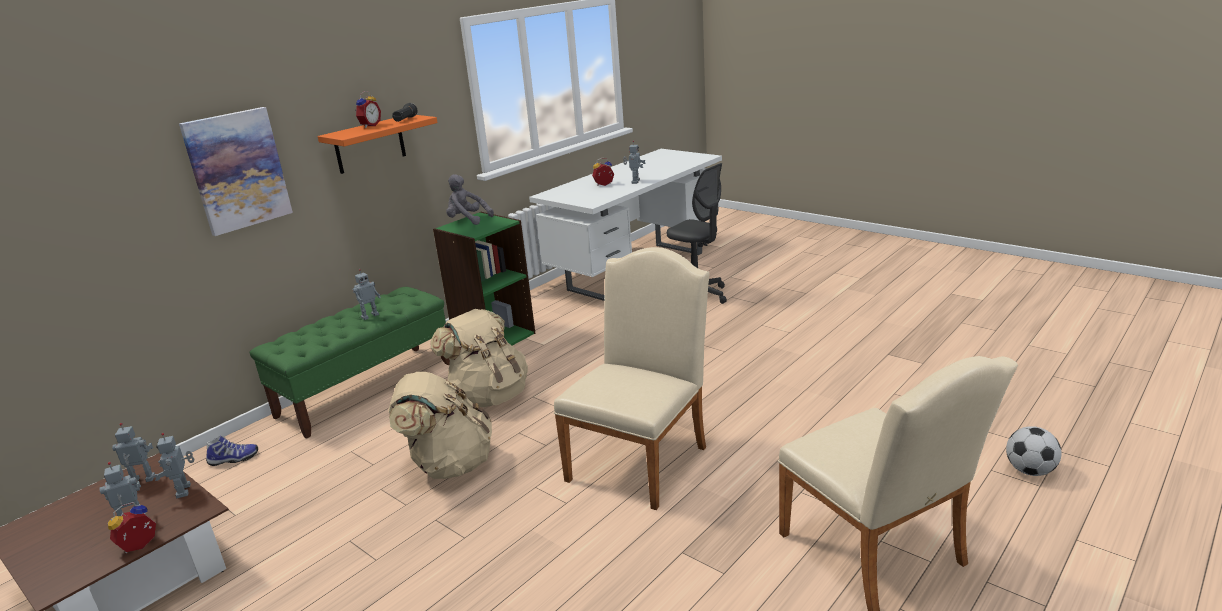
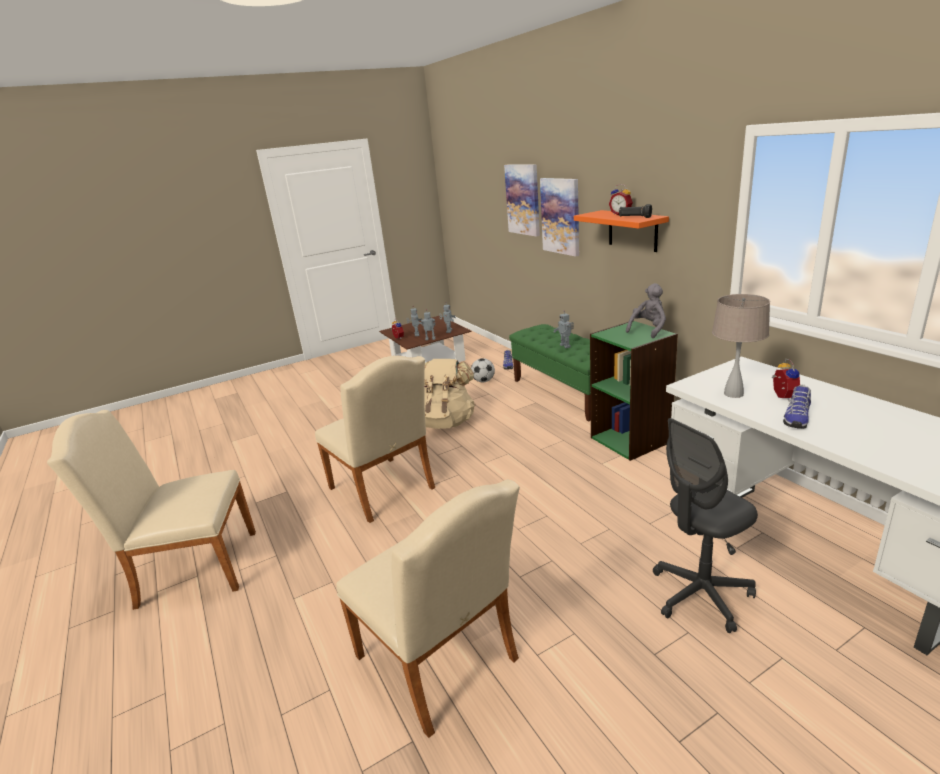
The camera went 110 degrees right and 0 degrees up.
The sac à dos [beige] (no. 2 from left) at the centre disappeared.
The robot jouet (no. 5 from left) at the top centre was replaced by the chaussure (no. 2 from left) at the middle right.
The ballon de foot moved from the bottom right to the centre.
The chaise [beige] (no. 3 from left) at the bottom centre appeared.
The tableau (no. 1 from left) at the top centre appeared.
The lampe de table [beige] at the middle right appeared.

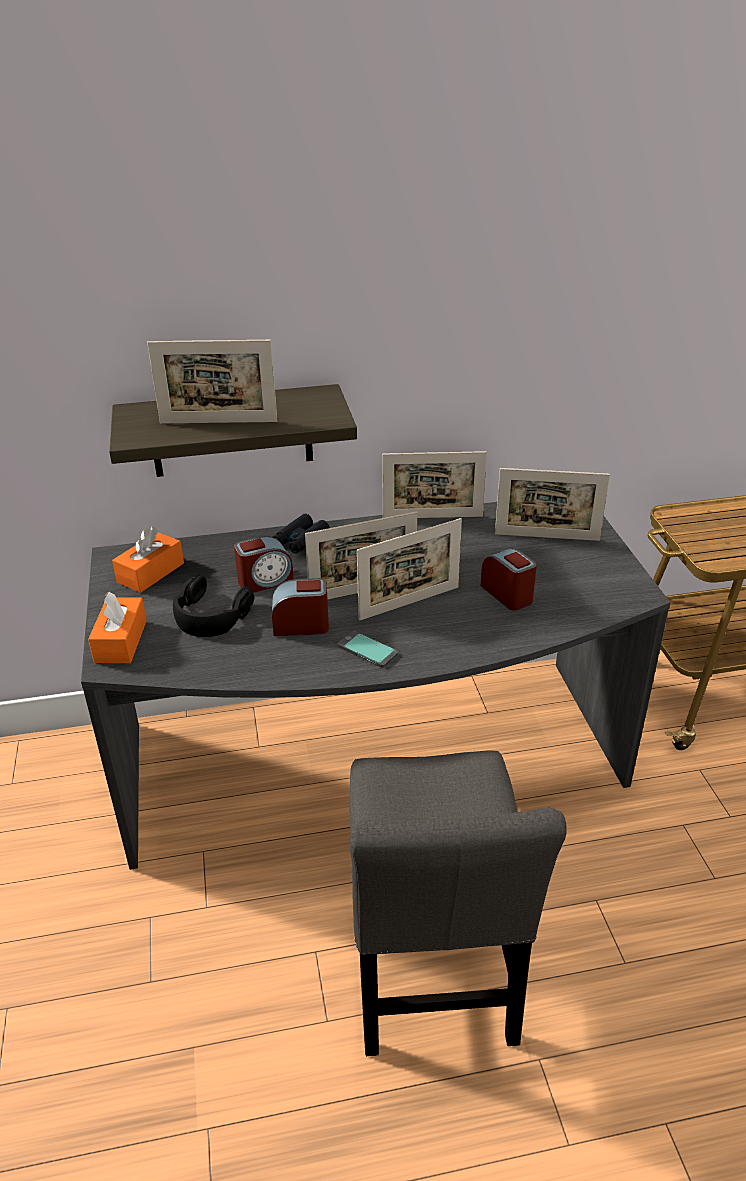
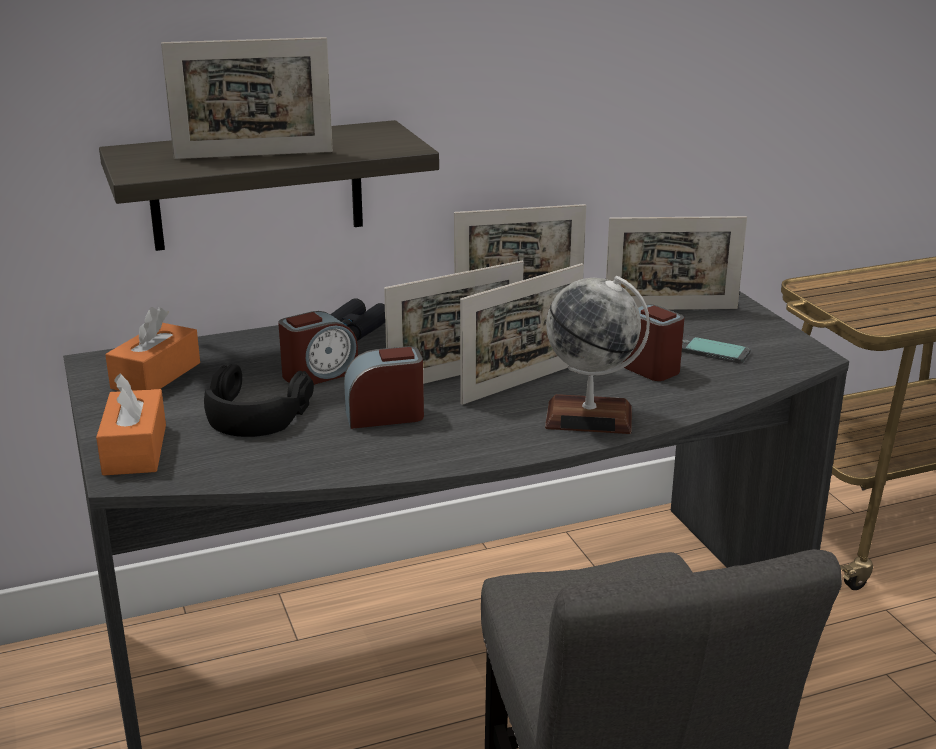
The camera went 10 degrees left and 10 degrees down.
The téléphone moved from the centre to the middle right.
The globe at the centre appeared.

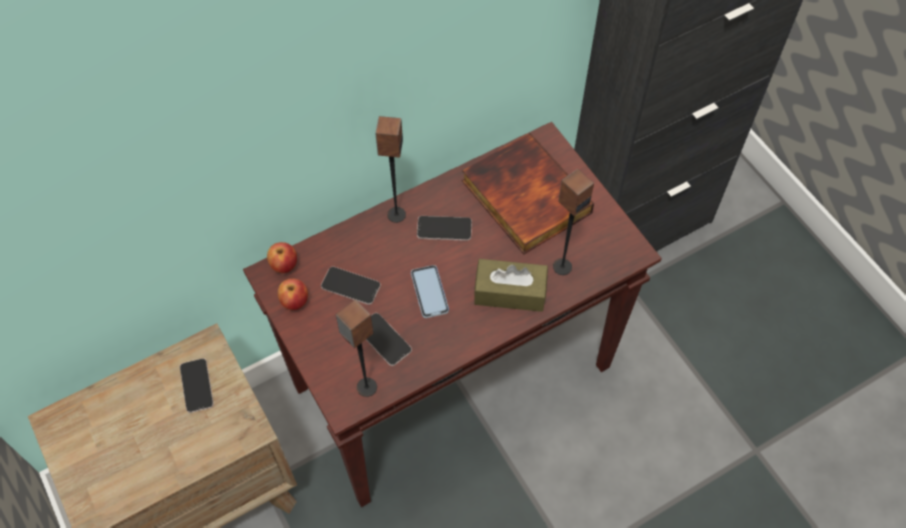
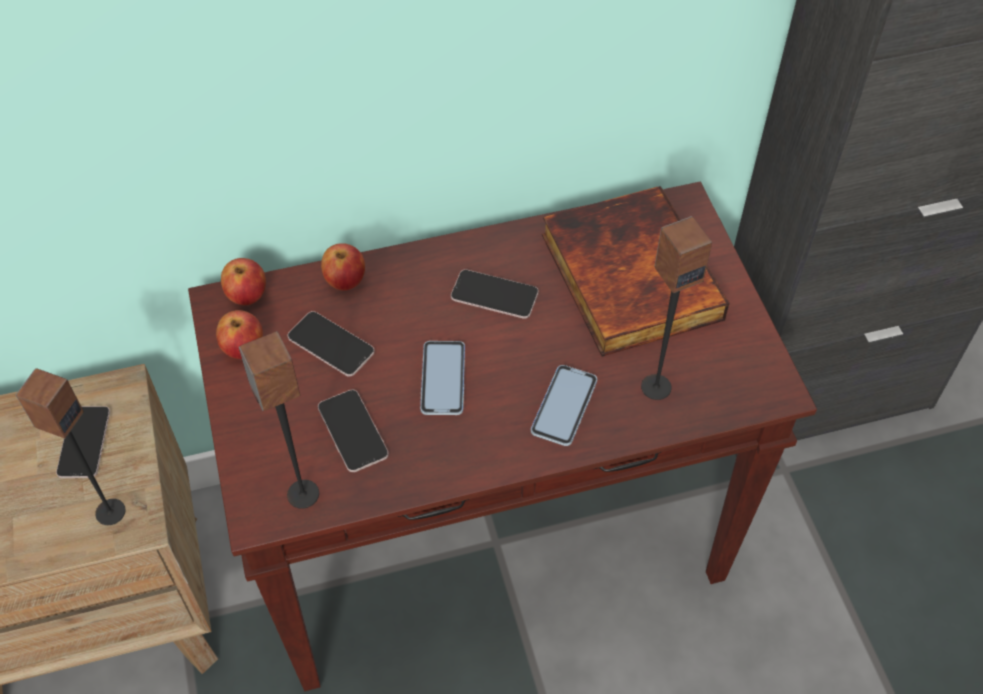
The camera went 15 degrees right and 5 degrees down.
The enceinte (no. 2 from left in the first image) moved from the top centre to the middle left.
The boîte à mouchoirs [marron] at the centre was replaced by the téléphone (no. 6 from left) at the centre.
The pomme (no. 3 from left) at the centre appeared.

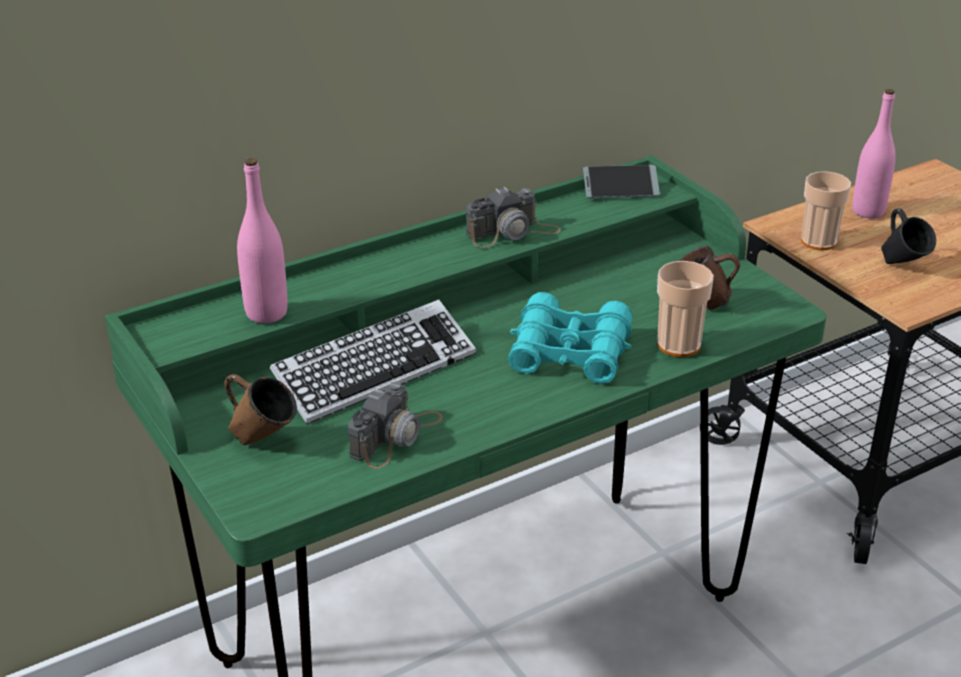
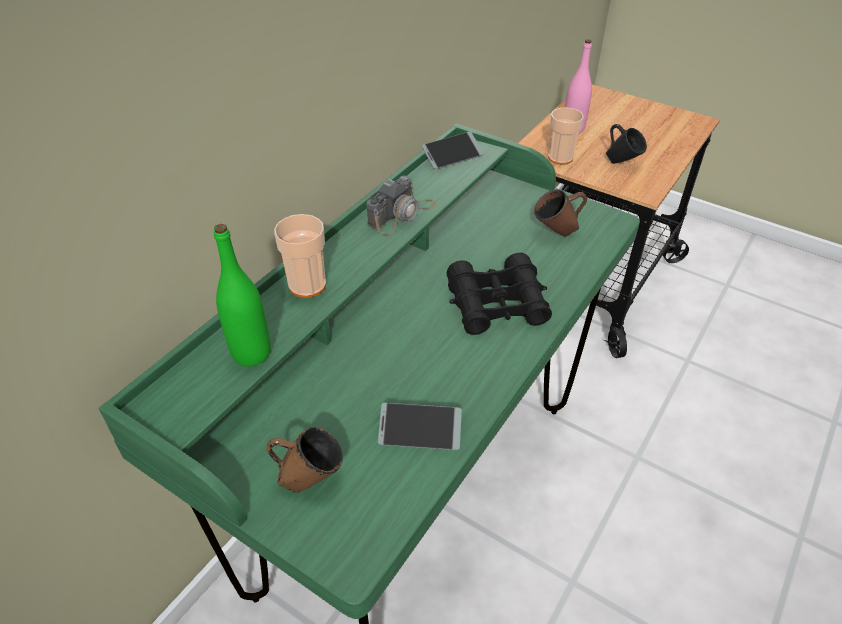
The camera went 25 degrees left and 10 degrees up.
The bouteille [rose] (no. 1 from left) at the middle left became the bouteille [vert] at the middle left.
The clavier at the centre disappeared.
The appareil photo (no. 1 from left) at the centre was replaced by the téléphone (no. 1 from left) at the bottom centre.
The jumelles [turquoise] at the centre became the jumelles [noir] at the centre.
The tasse (no. 1 from left) moved from the middle right to the centre.

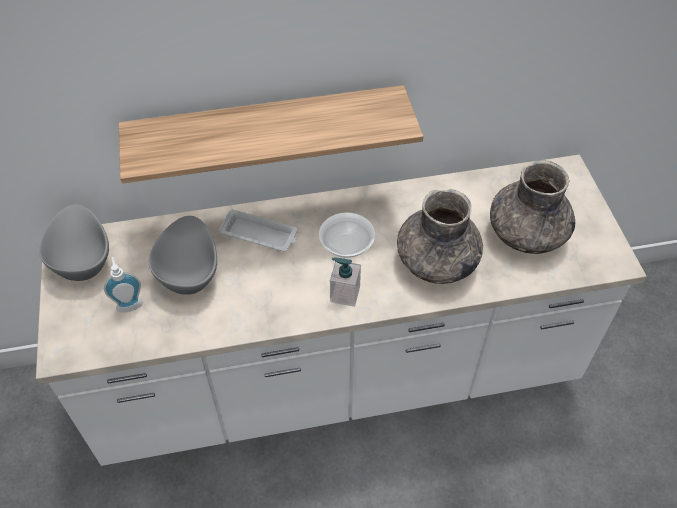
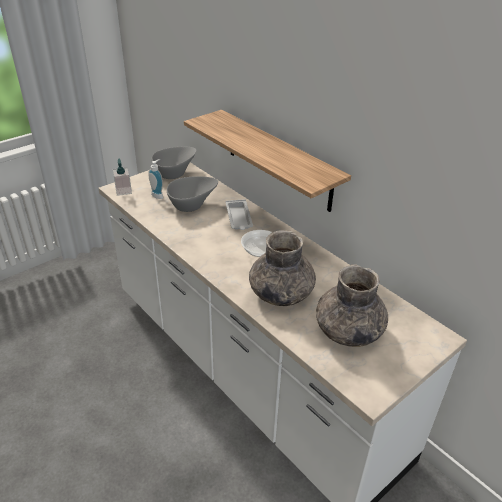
The camera went 60 degrees right and 15 degrees down.
The distributeur de savon (no. 2 from left in the first image) moved from the centre to the middle left.

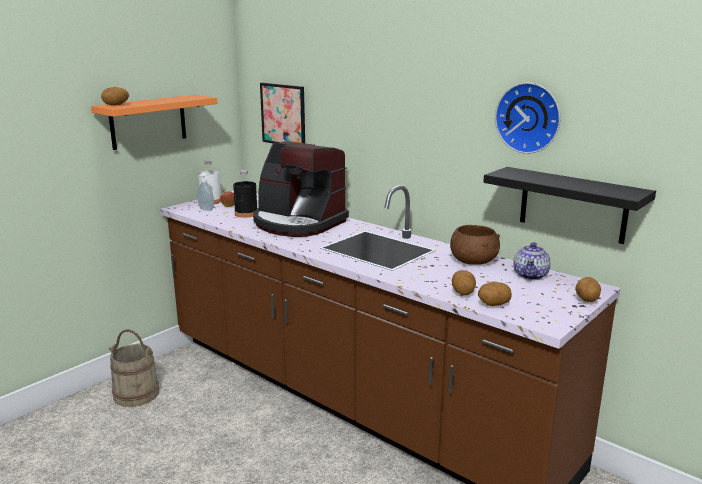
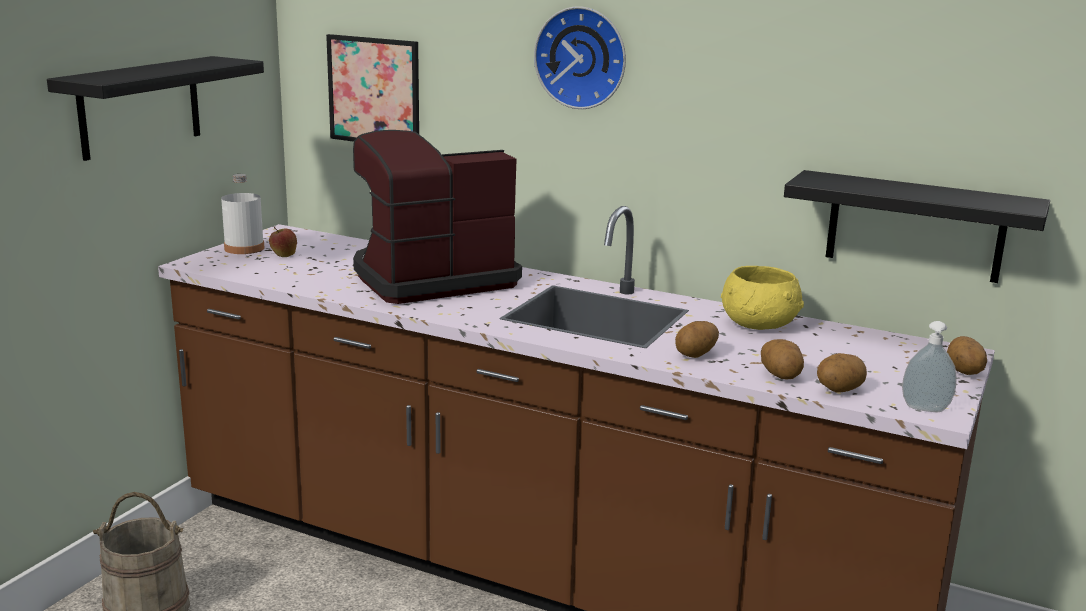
The camera went 15 degrees left and 0 degrees up.
The étagère [orange] at the top left became the étagère [noir] (no. 1 from left) at the top left.
The pomme de terre (no. 1 from left) moved from the top left to the centre.
The distributeur de savon moved from the middle left to the middle right.
The bouteille [noir] at the centre disappeared.
The machine à café at the centre turned 135 degrees clockwise.
The bol [marron] at the middle right became the bol [jaune] at the middle right.
The horloge murale moved from the top right to the top centre.
The théière at the middle right disappeared.

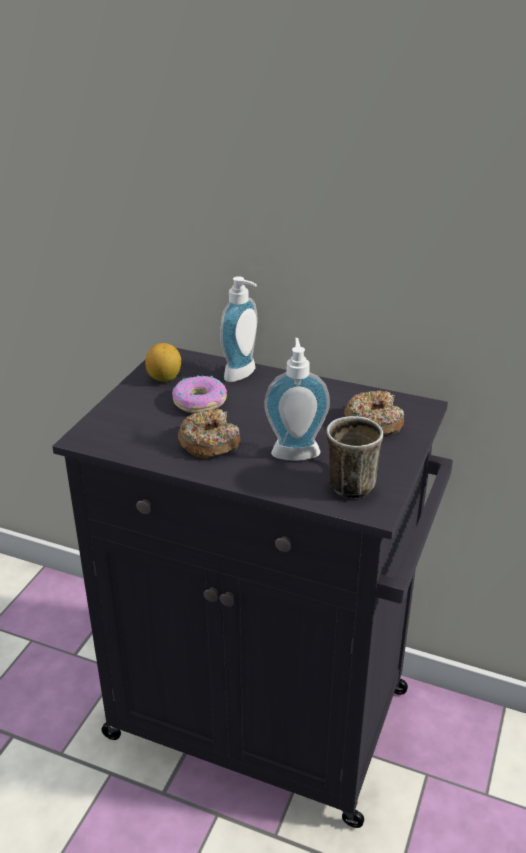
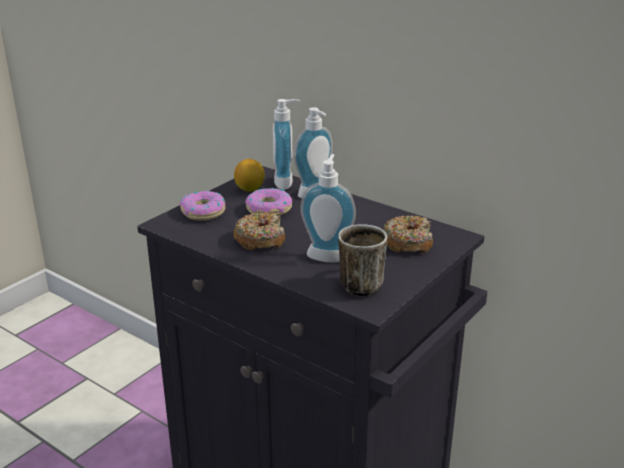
The camera went 15 degrees right and 5 degrees down.
The beignet (no. 1 from left) at the middle left appeared.
The distributeur de savon (no. 1 from left) at the top centre appeared.

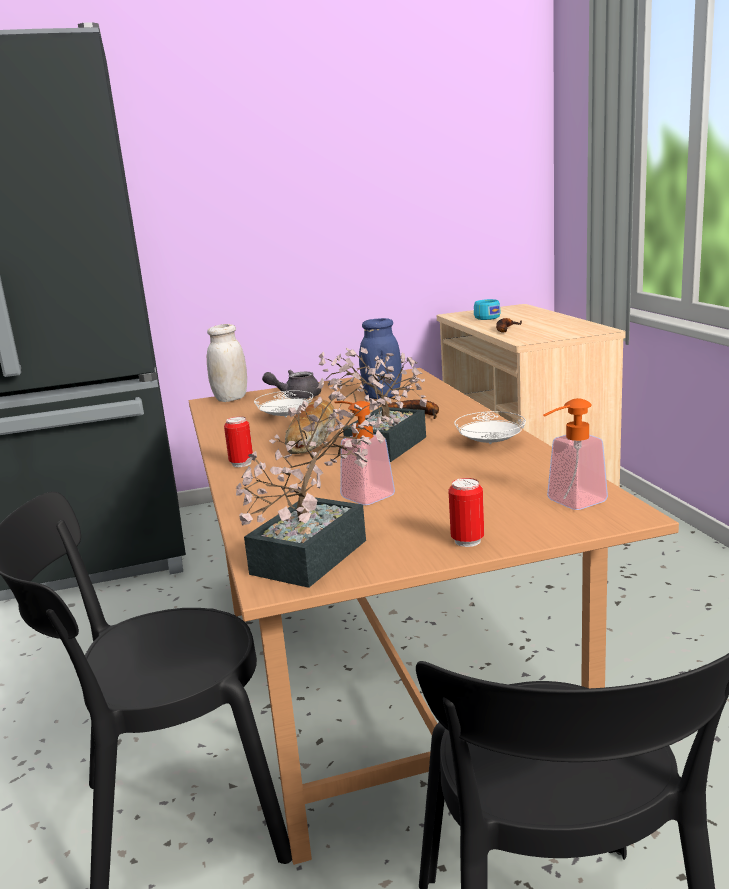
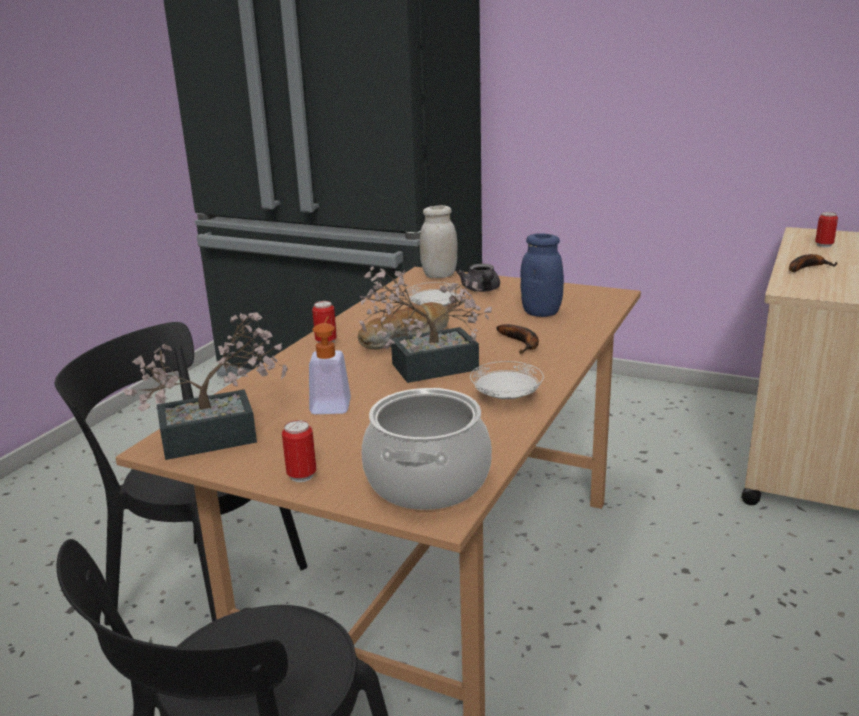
The camera went 40 degrees right and 5 degrees up.
The théière [gris] at the centre turned 120 degrees counterclockwise.
The tasse [turquoise] at the middle right was replaced by the boîte métallique (no. 3 from left) at the top right.
The distributeur de savon (no. 2 from left) at the middle right was replaced by the marmite at the centre.

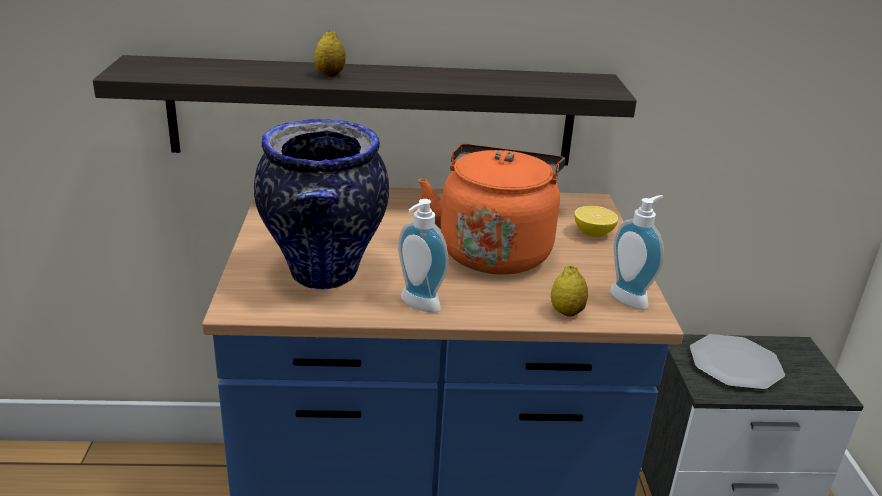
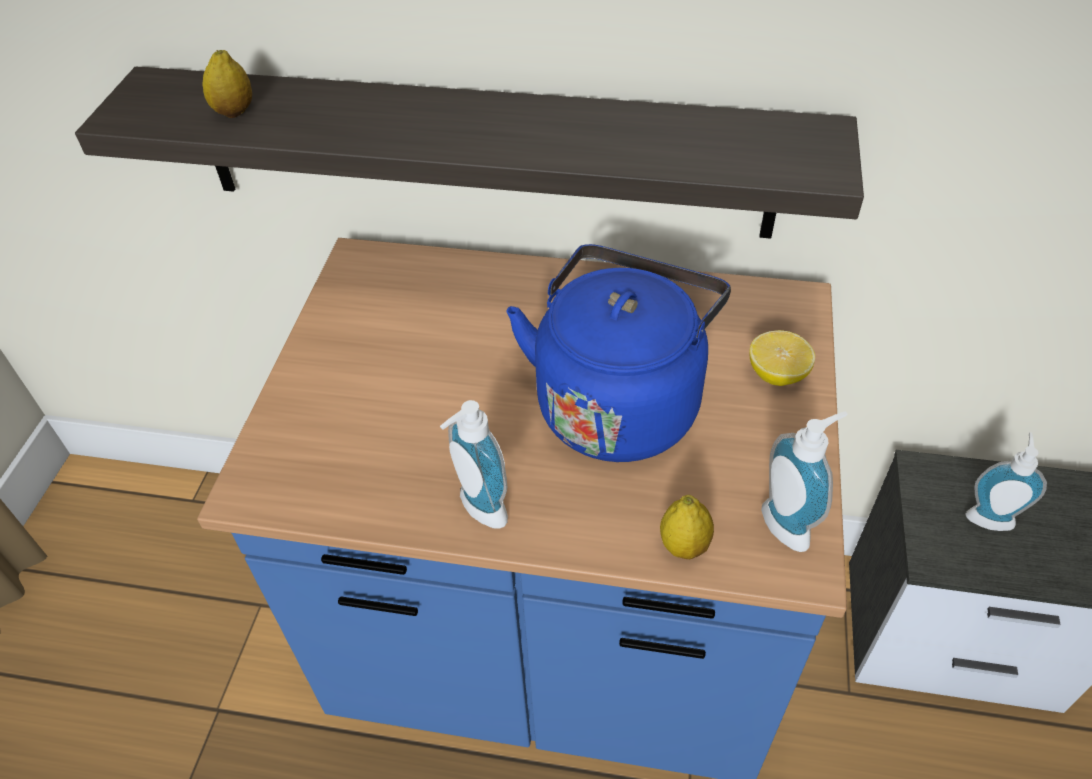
The camera went 15 degrees right and 20 degrees up.
The vase at the centre disappeared.
The citron (no. 1 from left) moved from the top centre to the top left.
The bouilloire [orange] at the centre became the bouilloire [bleu] at the centre.
The assiette at the bottom right was replaced by the distributeur de savon (no. 3 from left) at the middle right.

